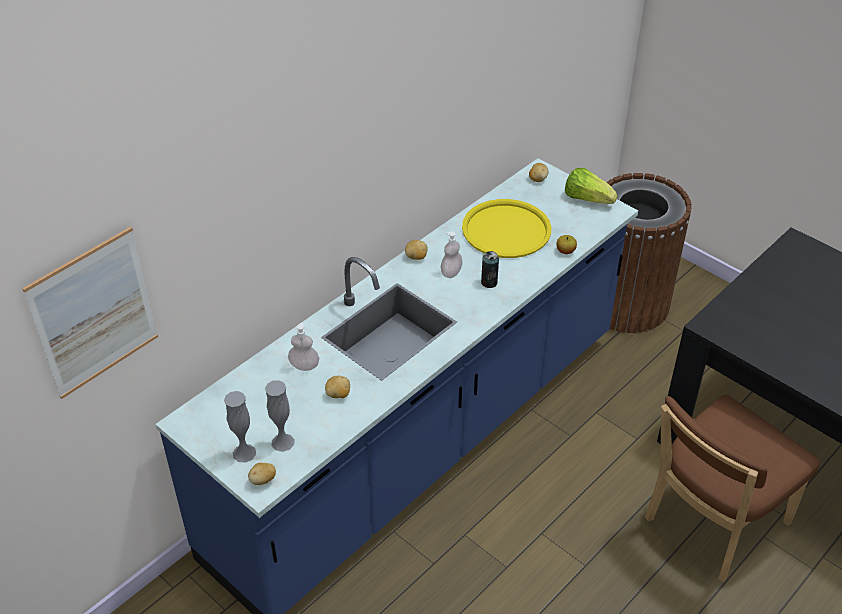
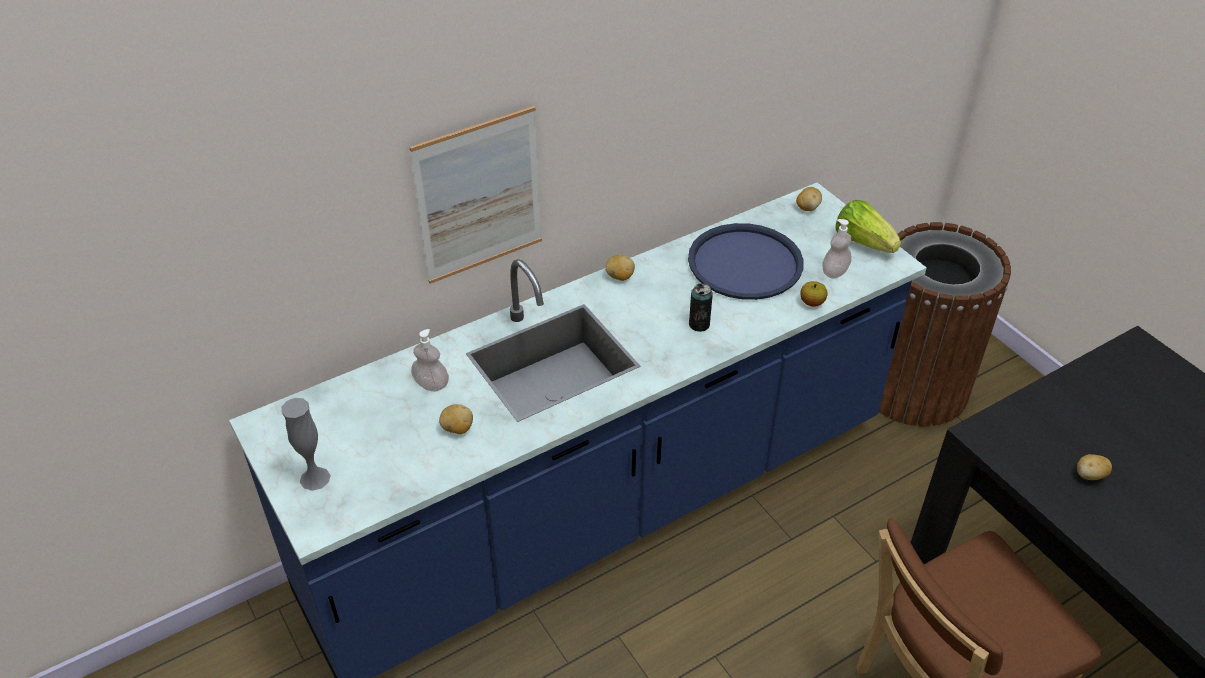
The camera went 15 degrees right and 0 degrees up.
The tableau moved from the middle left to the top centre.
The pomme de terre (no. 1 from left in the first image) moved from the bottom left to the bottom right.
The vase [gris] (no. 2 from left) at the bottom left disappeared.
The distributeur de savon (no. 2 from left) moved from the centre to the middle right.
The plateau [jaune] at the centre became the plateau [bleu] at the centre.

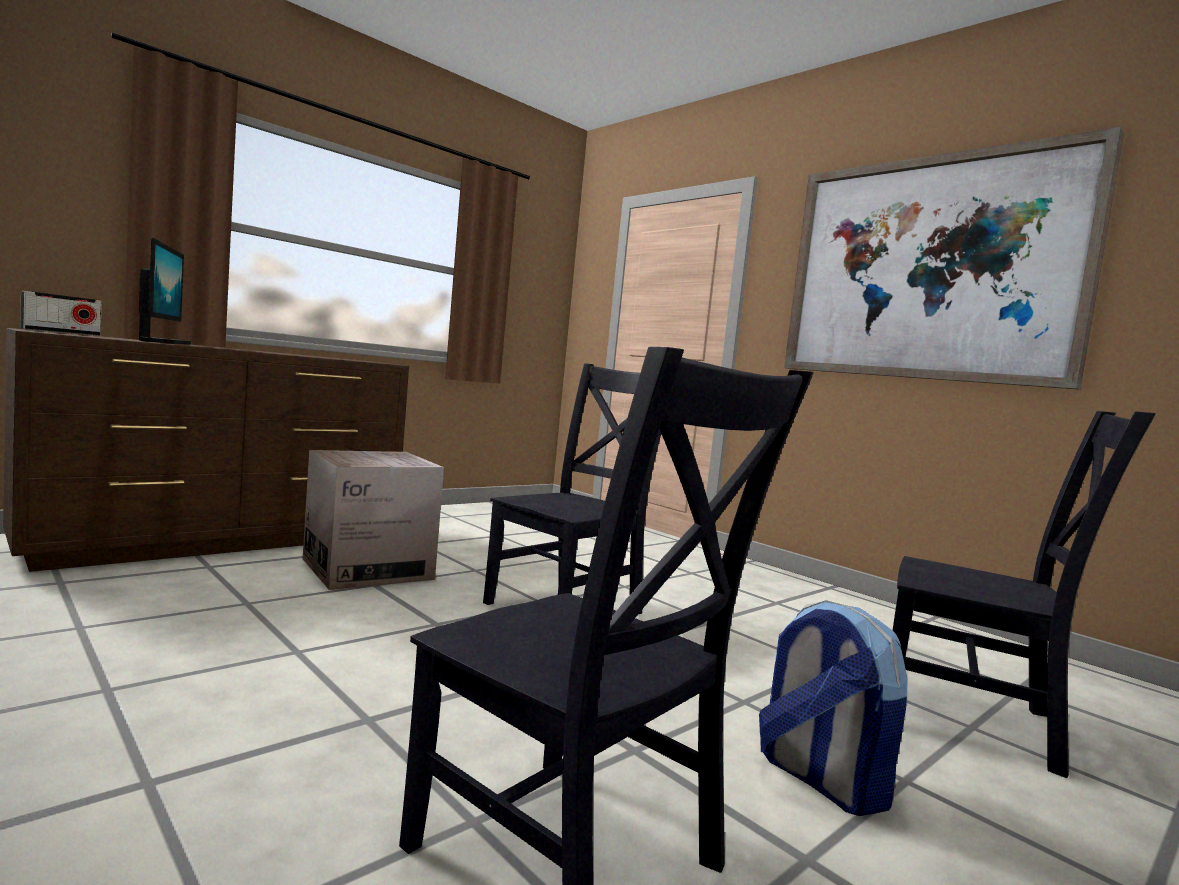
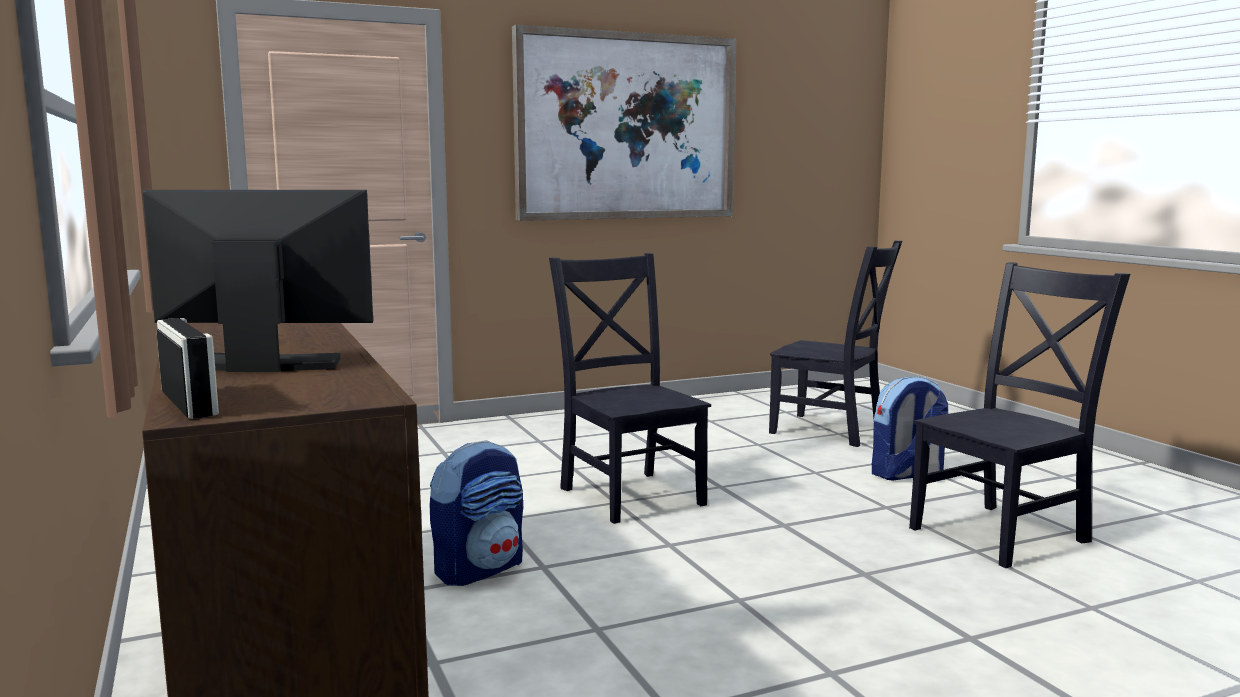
The camera went 70 degrees left and 5 degrees up.
The carton at the middle left was replaced by the sac à dos (no. 1 from left) at the bottom centre.
The chaise [noir] (no. 3 from left in the first image) at the bottom right turned 75 degrees clockwise.

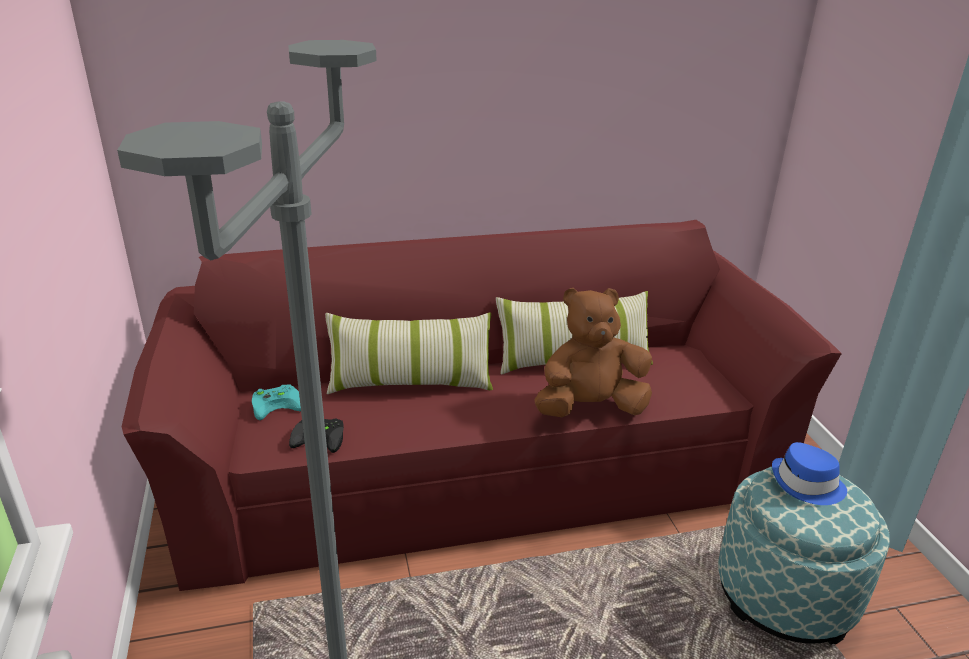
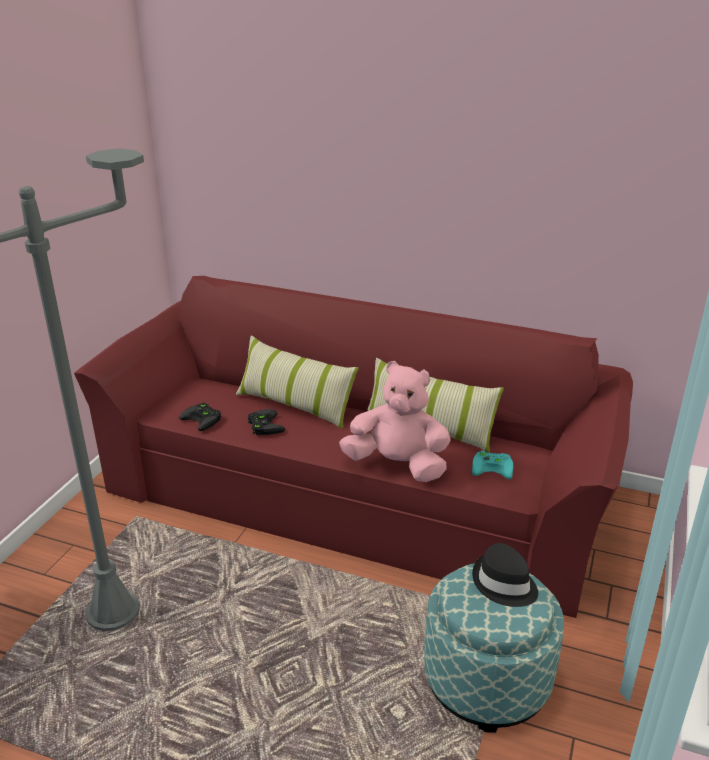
The camera went 35 degrees right and 0 degrees up.
The manette [turquoise] moved from the middle left to the middle right.
The peluche [marron] at the centre became the peluche [rose] at the centre.
The chapeau [bleu] at the bottom right became the chapeau [noir] at the bottom right.
The manette [noir] (no. 2 from left) at the centre appeared.

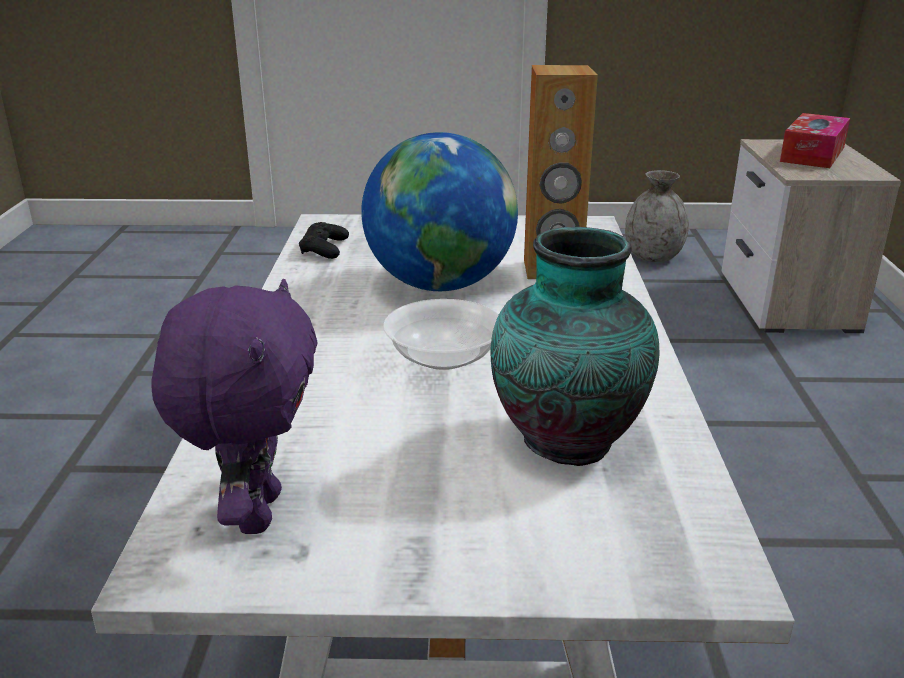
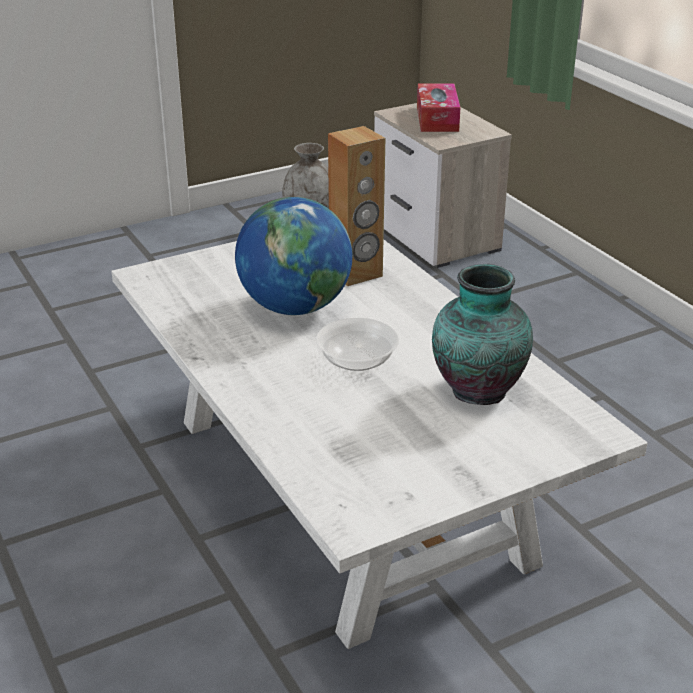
The camera went 30 degrees left and 5 degrees up.
The peluche [violet] at the middle left disappeared.
The manette [noir] at the centre disappeared.

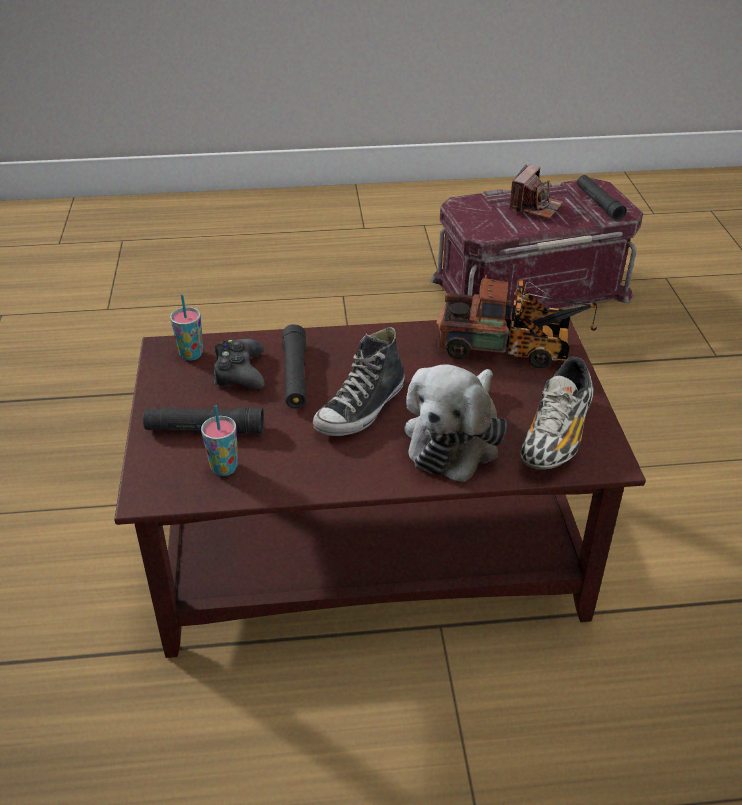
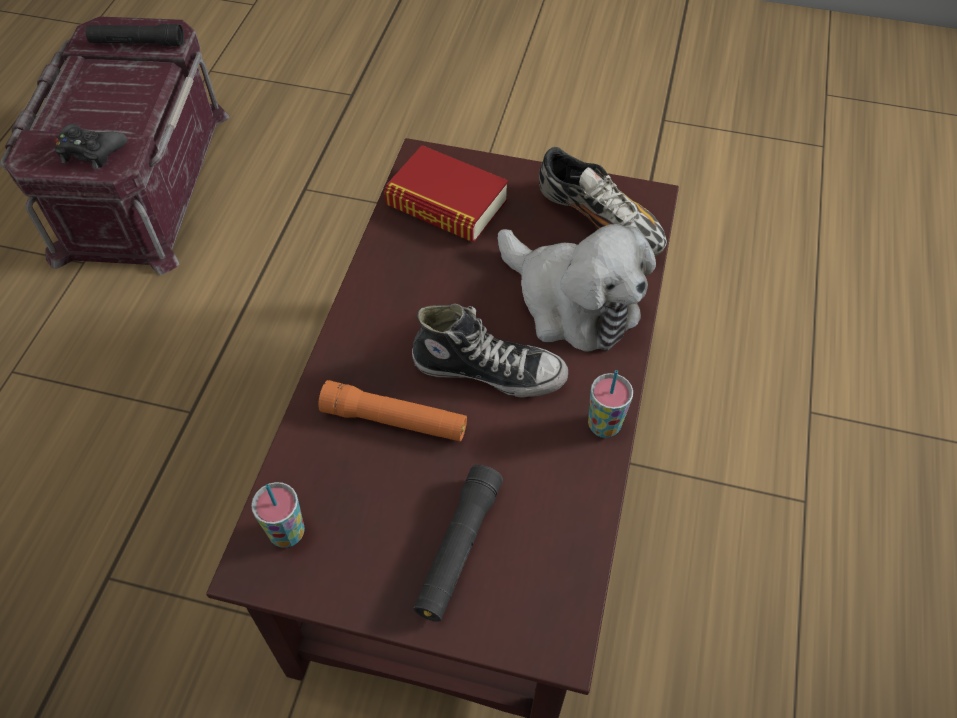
The camera went 70 degrees left and 15 degrees up.
The tasse (no. 2 from left) moved from the middle left to the centre.
The manette [noir] moved from the middle left to the top left.
The lampe de poche [noir] (no. 2 from left) at the centre became the lampe de poche [orange] at the centre.
The chaussure (no. 1 from left) at the centre turned 45 degrees counterclockwise.
The camion jouet at the middle right was replaced by the livre at the top centre.
The appareil photo at the top right disappeared.

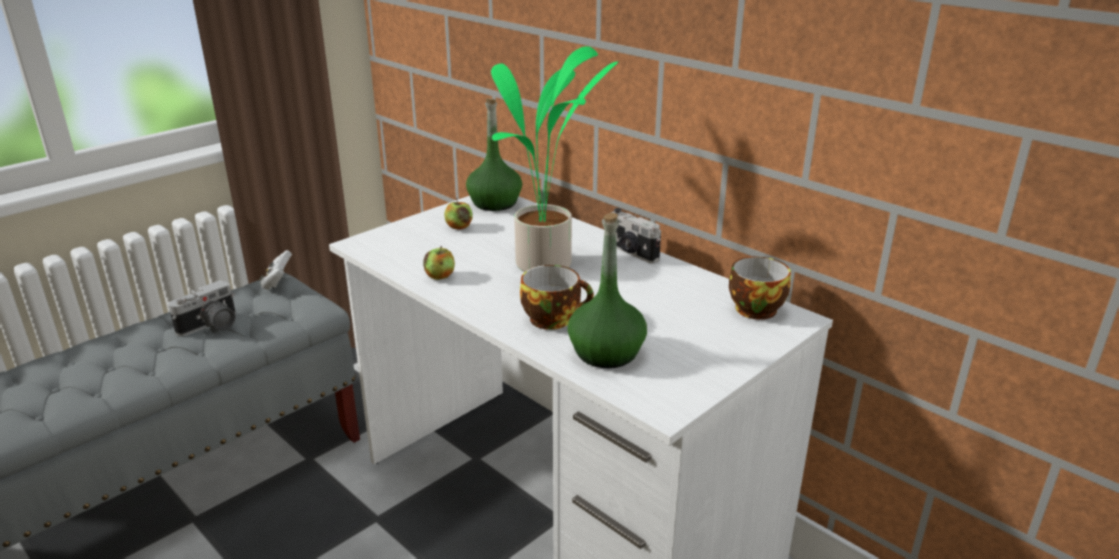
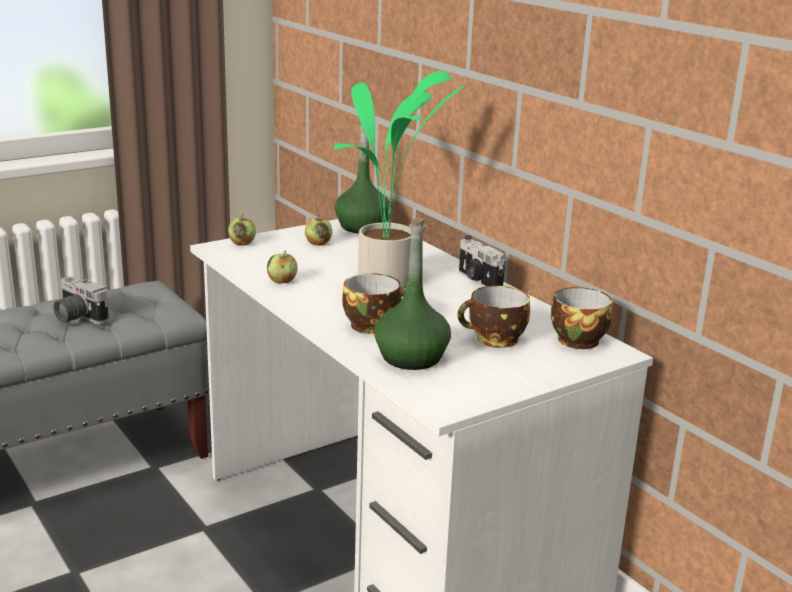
The camera went 10 degrees right and 5 degrees down.
The appareil photo (no. 1 from left) at the middle left turned 75 degrees clockwise.
The manette [blanc] at the middle left disappeared.
The pomme (no. 1 from left) at the middle left appeared.
The tasse (no. 2 from left) at the centre appeared.

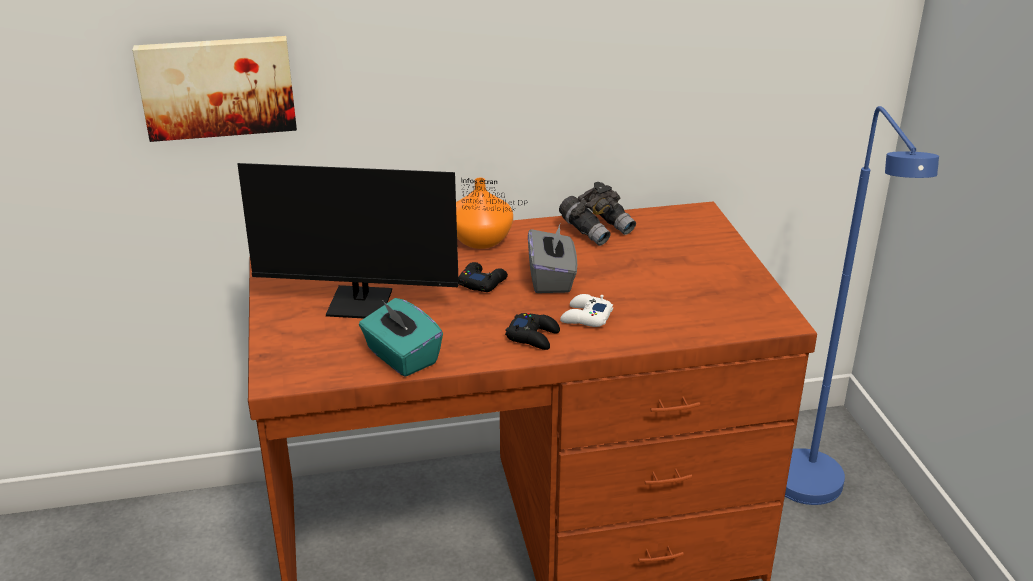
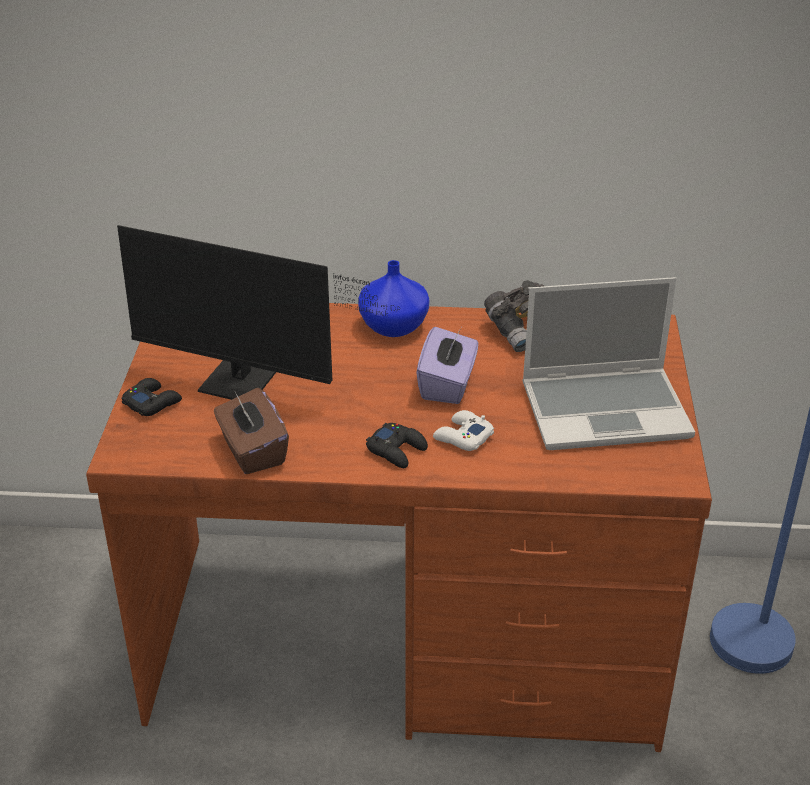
The camera went 15 degrees right and 5 degrees up.
The tableau at the top left disappeared.
The boîte à mouchoirs [turquoise] at the centre became the boîte à mouchoirs [marron] at the middle left.
The vase [orange] at the centre became the vase [bleu] at the centre.
The manette [noir] (no. 1 from left) moved from the centre to the middle left.
The boîte à mouchoirs [gris] at the centre became the boîte à mouchoirs [violet] at the centre.
The ordinateur portable at the middle right appeared.

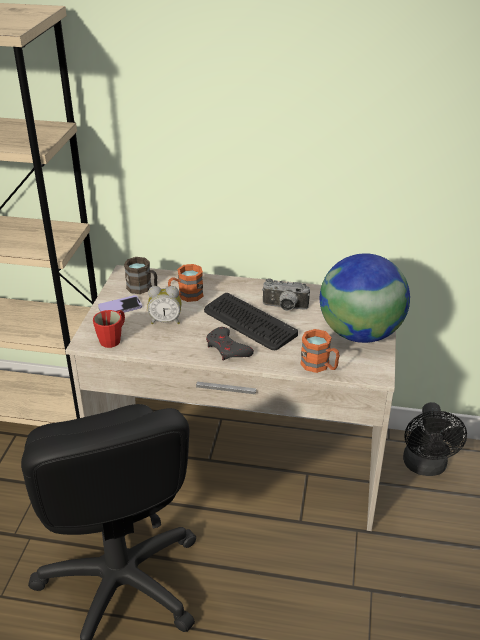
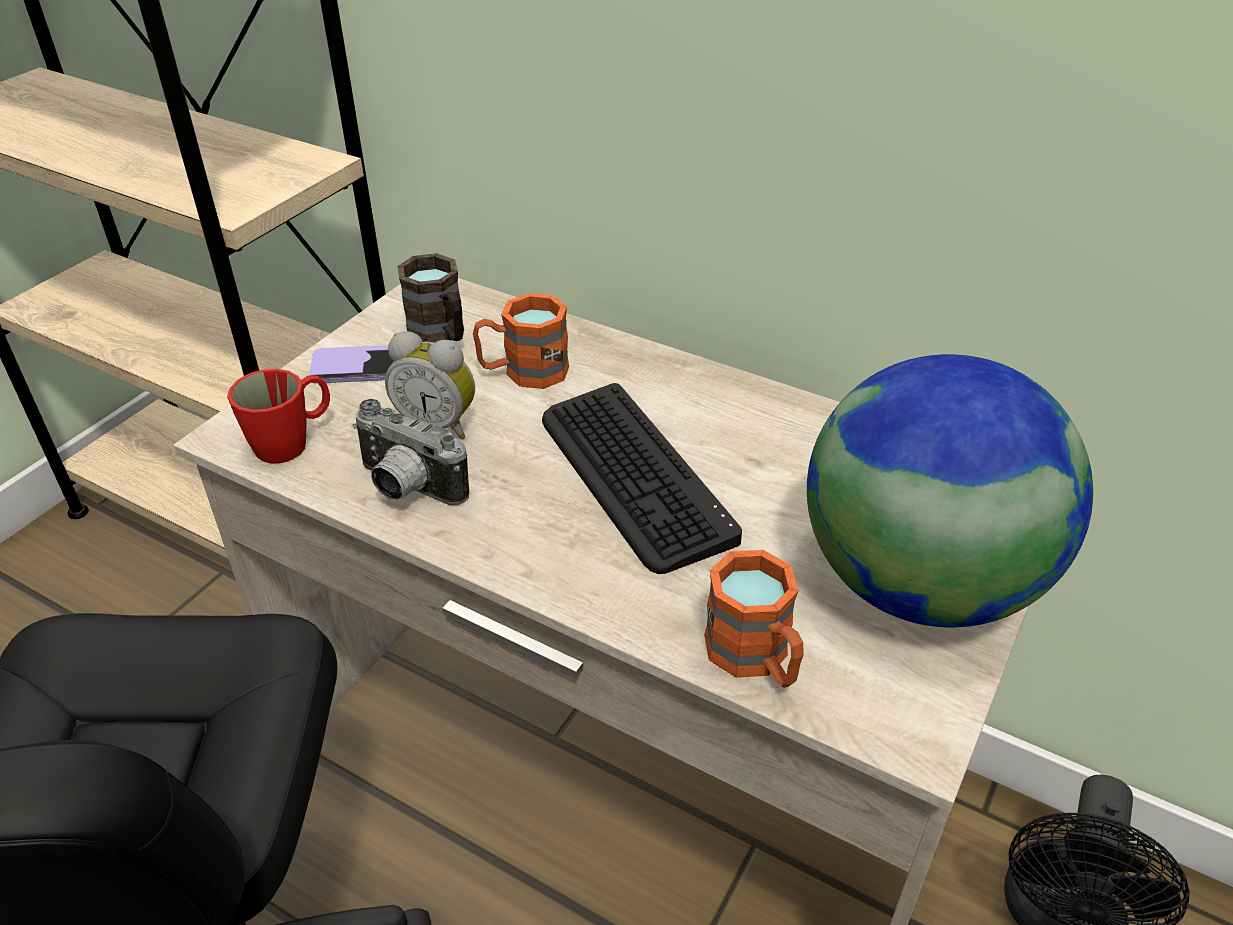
The camera went 20 degrees right and 5 degrees up.
The manette [gris] at the centre disappeared.
The appareil photo moved from the centre to the middle left.

